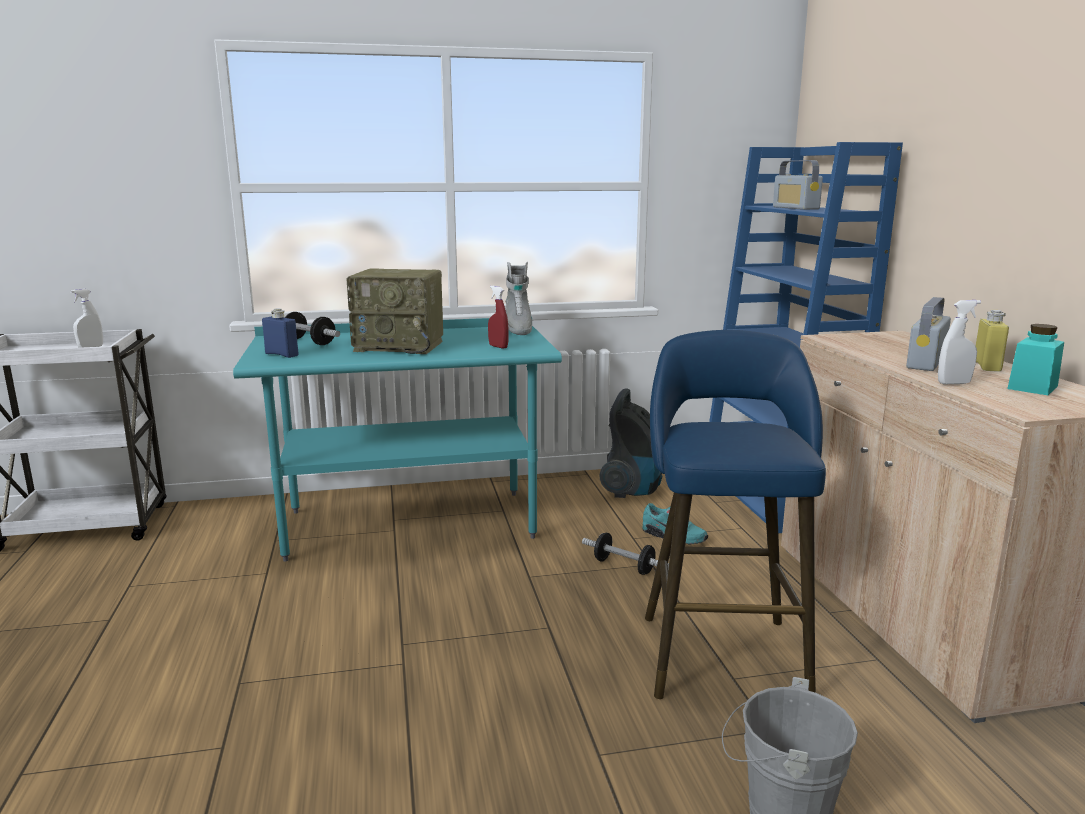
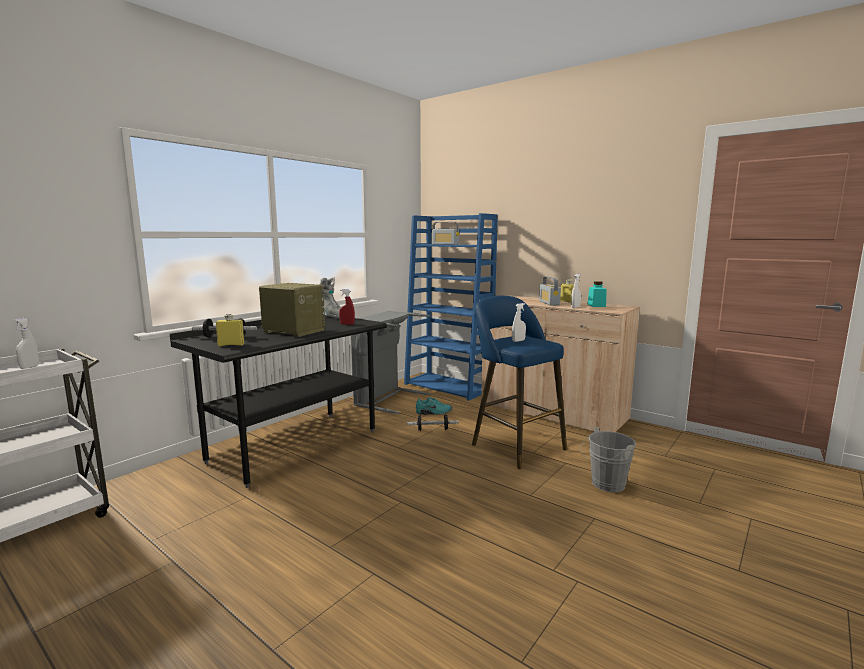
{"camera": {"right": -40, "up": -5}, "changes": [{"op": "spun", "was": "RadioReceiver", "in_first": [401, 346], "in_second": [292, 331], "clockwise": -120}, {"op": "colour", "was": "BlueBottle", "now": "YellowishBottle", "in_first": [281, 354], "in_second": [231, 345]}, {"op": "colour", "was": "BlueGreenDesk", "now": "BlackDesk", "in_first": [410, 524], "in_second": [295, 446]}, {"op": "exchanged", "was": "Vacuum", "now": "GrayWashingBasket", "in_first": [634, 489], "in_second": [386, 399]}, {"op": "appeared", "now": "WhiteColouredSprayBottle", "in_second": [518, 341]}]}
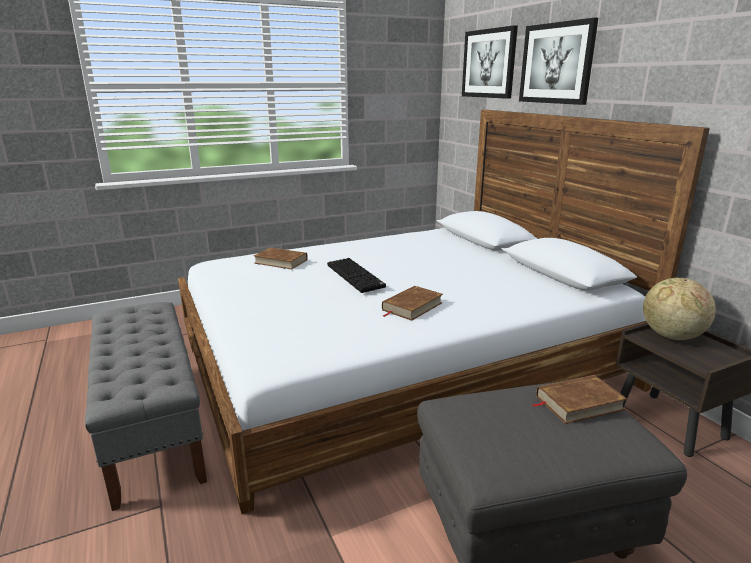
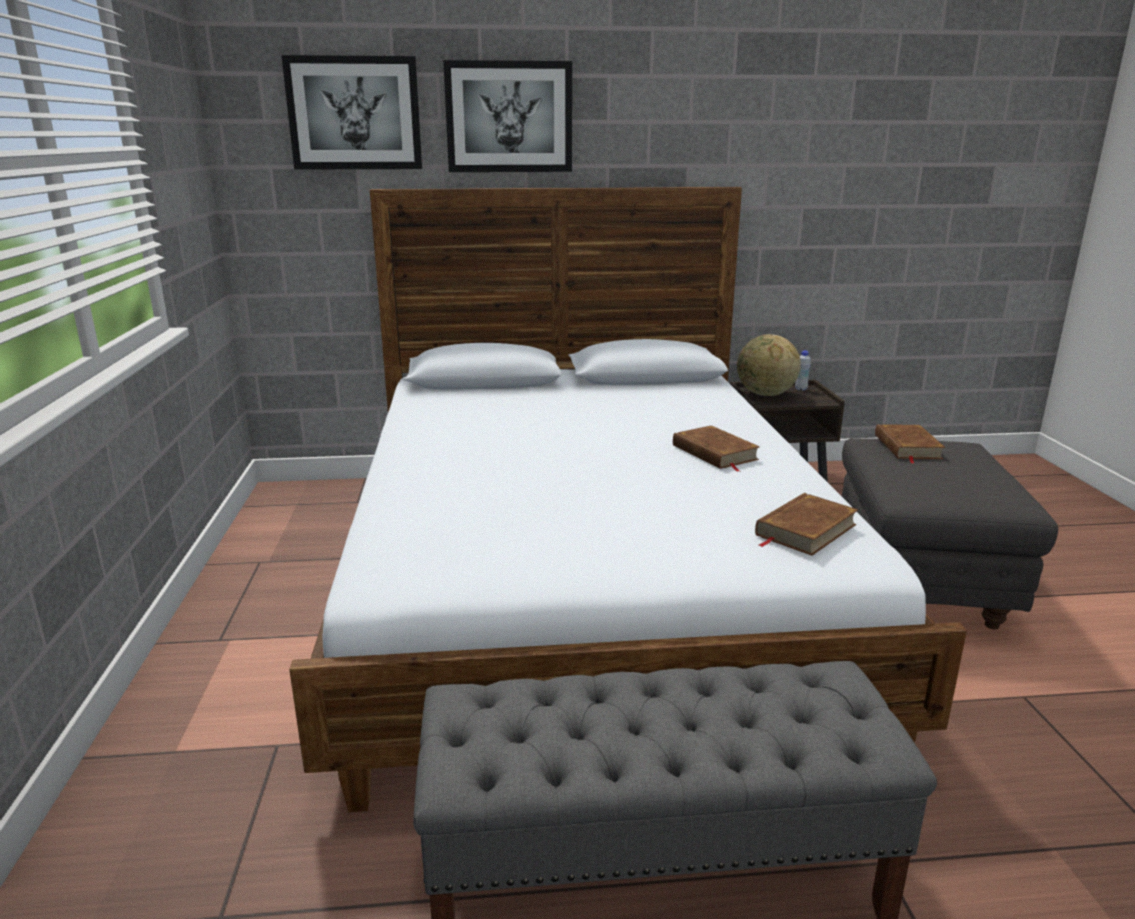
{"camera": {"right": -70, "up": 0}, "changes": [{"op": "relocated", "was": "BrownishBook", "in_first": [280, 261], "in_second": [805, 530]}, {"op": "missing", "was": "PcKeyboard", "in_first": [356, 276]}, {"op": "appeared", "now": "WhiteColouredBottle", "in_second": [801, 389]}]}
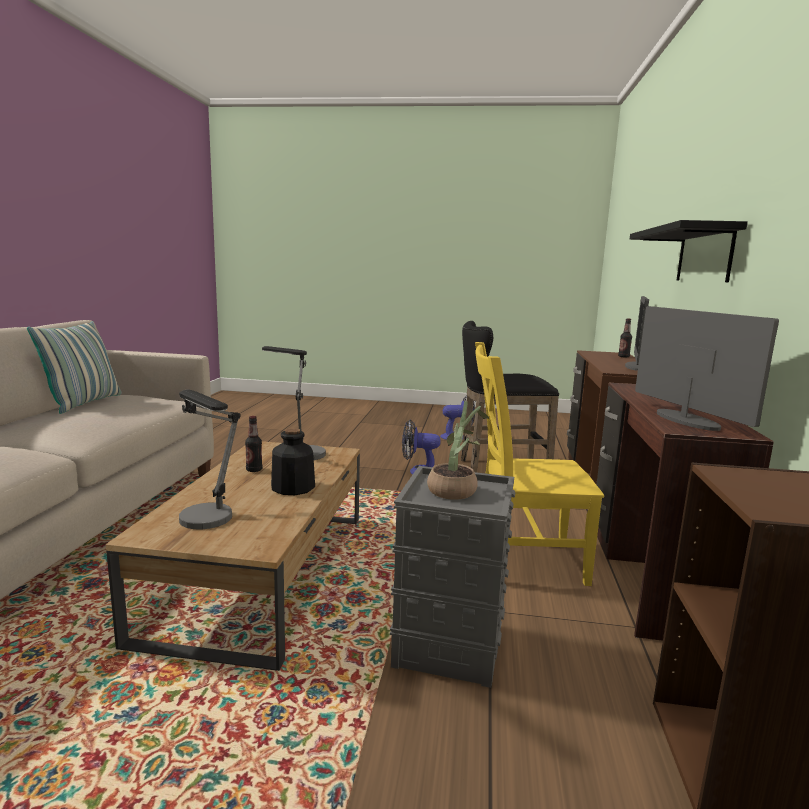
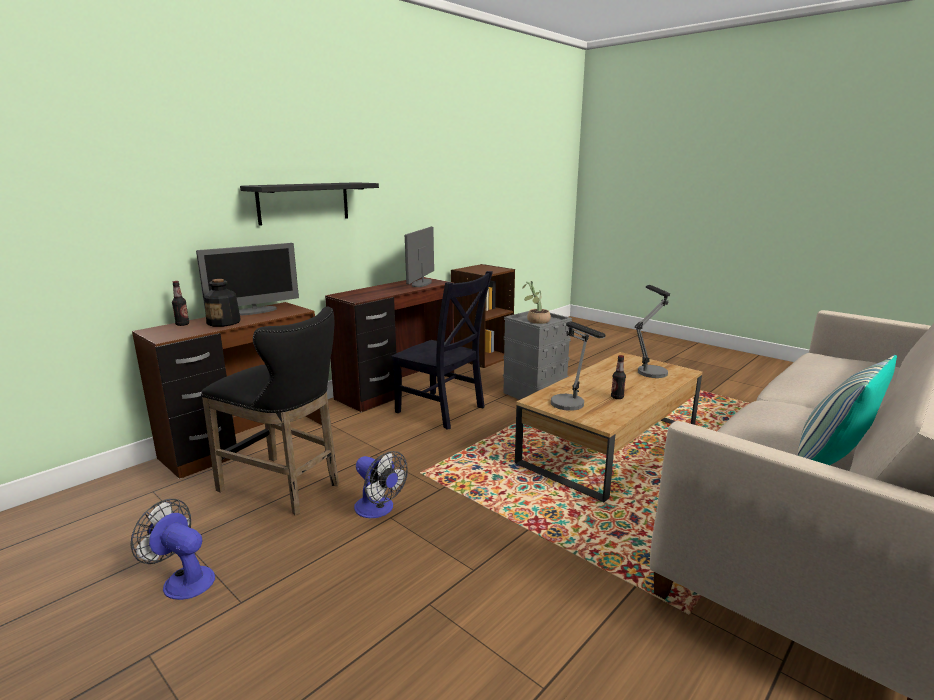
{"camera": {"right": -145, "up": 5}, "changes": [{"op": "colour", "was": "YellowishPlainChair", "now": "BlackPlainChair", "in_first": [520, 559], "in_second": [443, 411]}, {"op": "relocated", "was": "Bottle", "in_first": [292, 487], "in_second": [224, 322]}]}
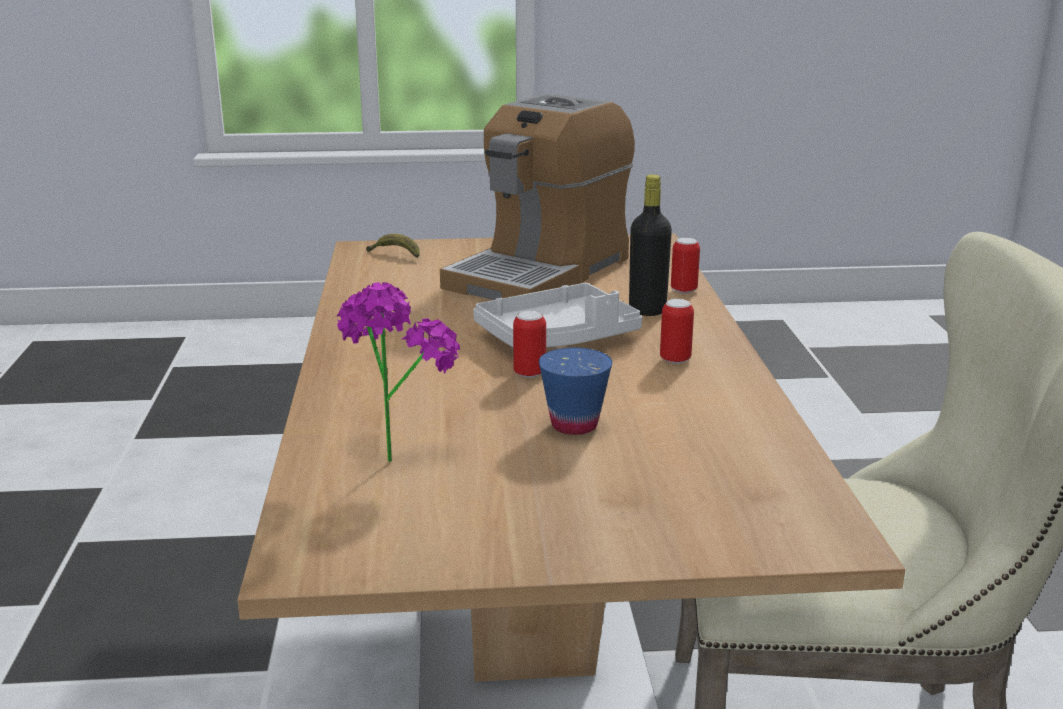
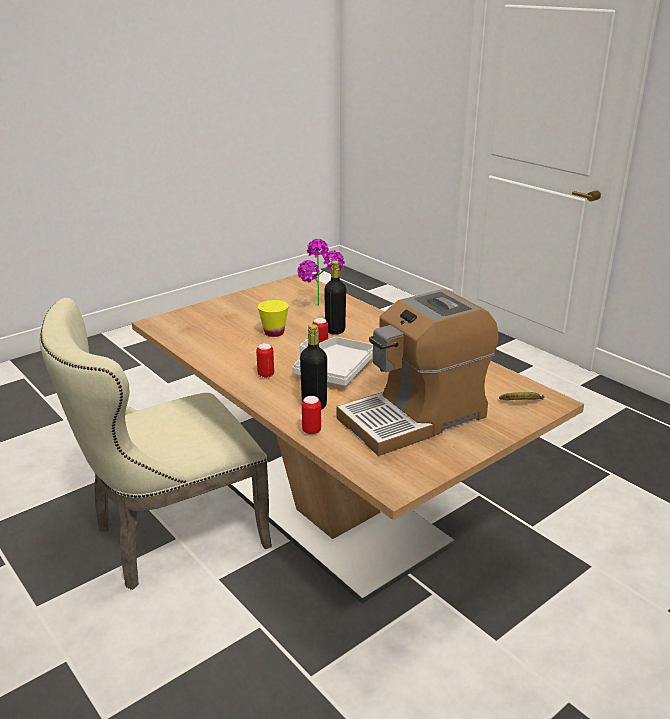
{"camera": {"right": 145, "up": 5}, "changes": [{"op": "spun", "was": "CoffeeMachine", "in_first": [541, 272], "in_second": [415, 417], "clockwise": -120}, {"op": "colour", "was": "BlueDrinkingCup", "now": "YellowishDrinkingCup", "in_first": [574, 425], "in_second": [274, 332]}, {"op": "appeared", "now": "BlackBottle", "in_second": [335, 330]}]}
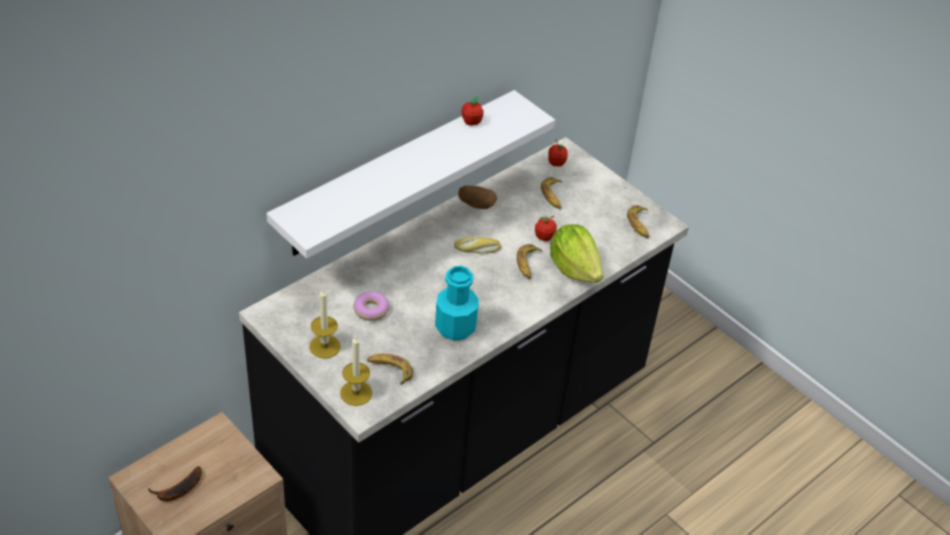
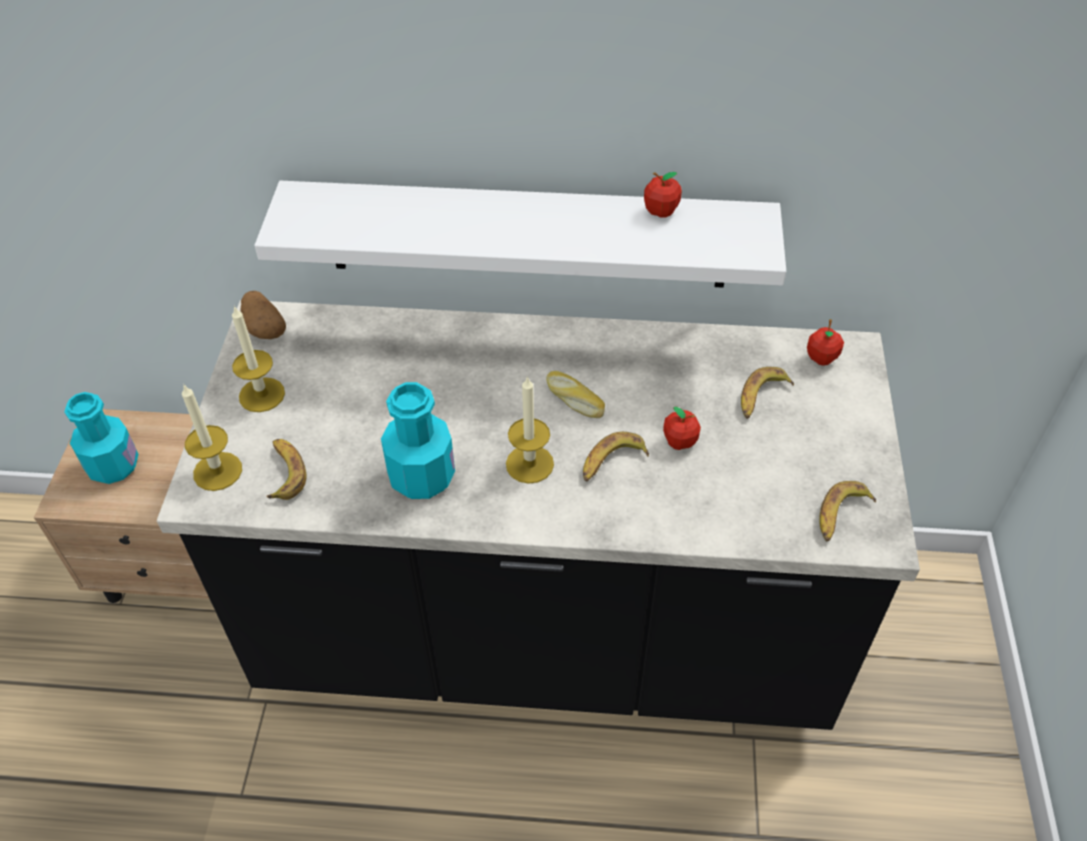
{"camera": {"right": 50, "up": 5}, "changes": [{"op": "relocated", "was": "Potato", "in_first": [476, 205], "in_second": [264, 327]}, {"op": "missing", "was": "Lettuce", "in_first": [574, 268]}, {"op": "missing", "was": "RingDoughnut", "in_first": [371, 310]}, {"op": "exchanged", "was": "BananaFruit", "now": "BlueGreenBottle", "in_first": [177, 491], "in_second": [113, 465]}, {"op": "appeared", "now": "Candle", "in_second": [529, 464]}]}
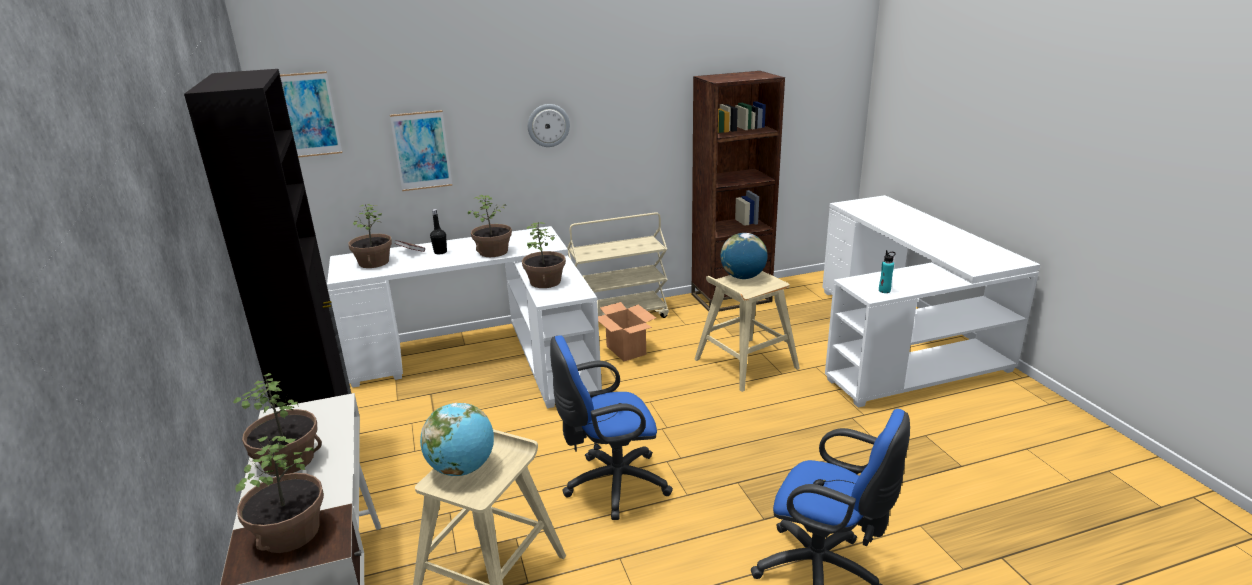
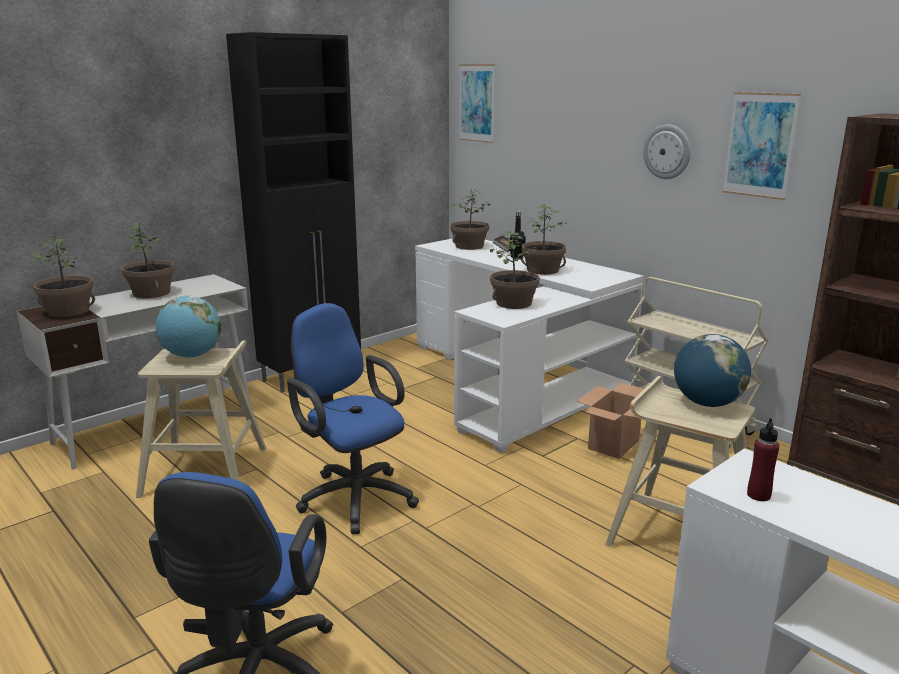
{"camera": {"right": 65, "up": -5}, "changes": [{"op": "relocated", "was": "WallPicture", "in_first": [422, 150], "in_second": [760, 145]}, {"op": "colour", "was": "BlueGreenBottle", "now": "RedColouredBottle", "in_first": [884, 290], "in_second": [758, 495]}]}
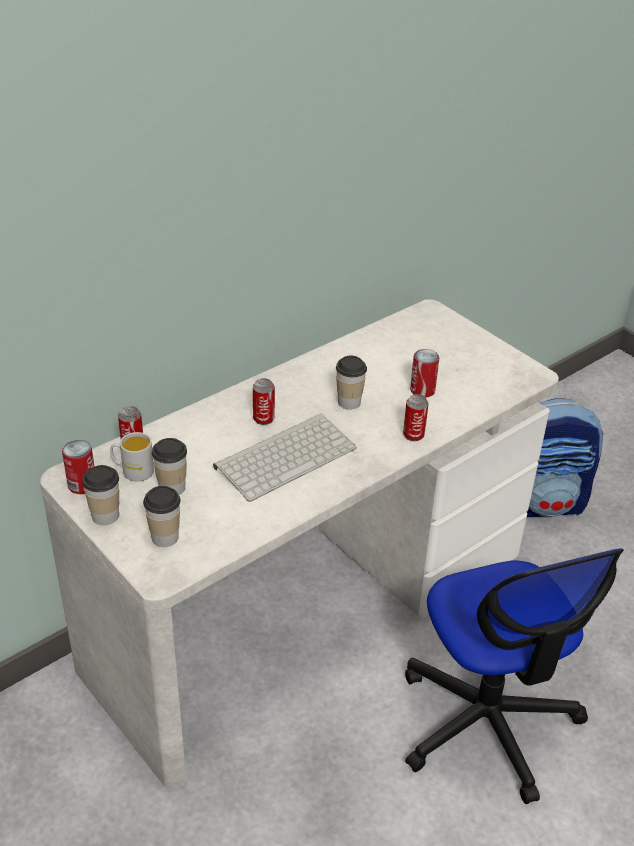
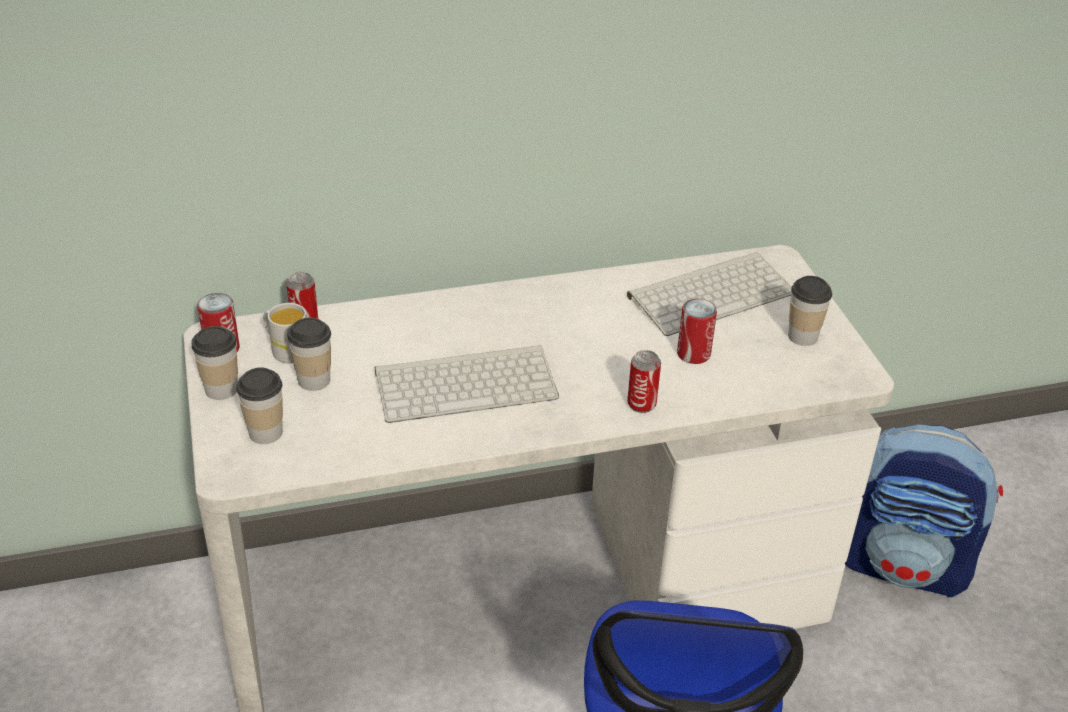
{"camera": {"right": 25, "up": 0}, "changes": [{"op": "relocated", "was": "DrinkingCup", "in_first": [349, 402], "in_second": [802, 336]}, {"op": "missing", "was": "MetalCan", "in_first": [263, 419]}, {"op": "appeared", "now": "PcKeyboard", "in_second": [712, 293]}]}
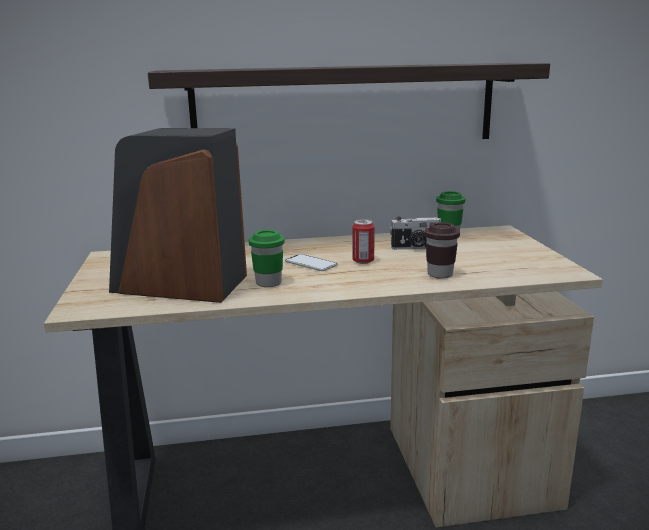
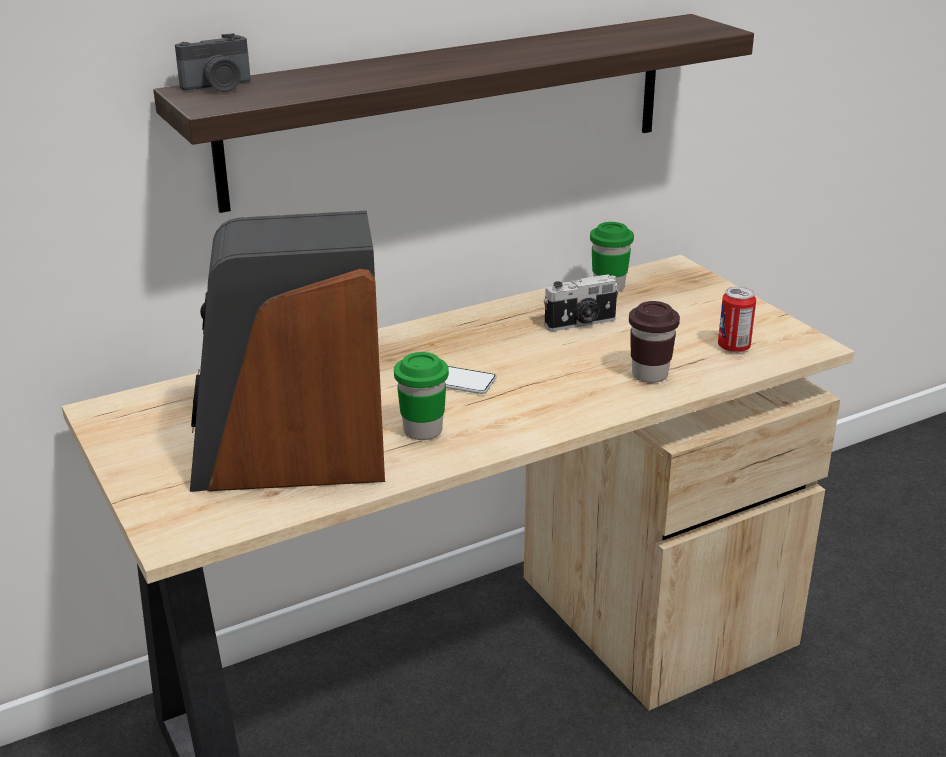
{"camera": {"right": -20, "up": 10}, "changes": [{"op": "relocated", "was": "MetalCan", "in_first": [363, 261], "in_second": [733, 347]}, {"op": "appeared", "now": "StillCamera", "in_second": [218, 87]}]}
